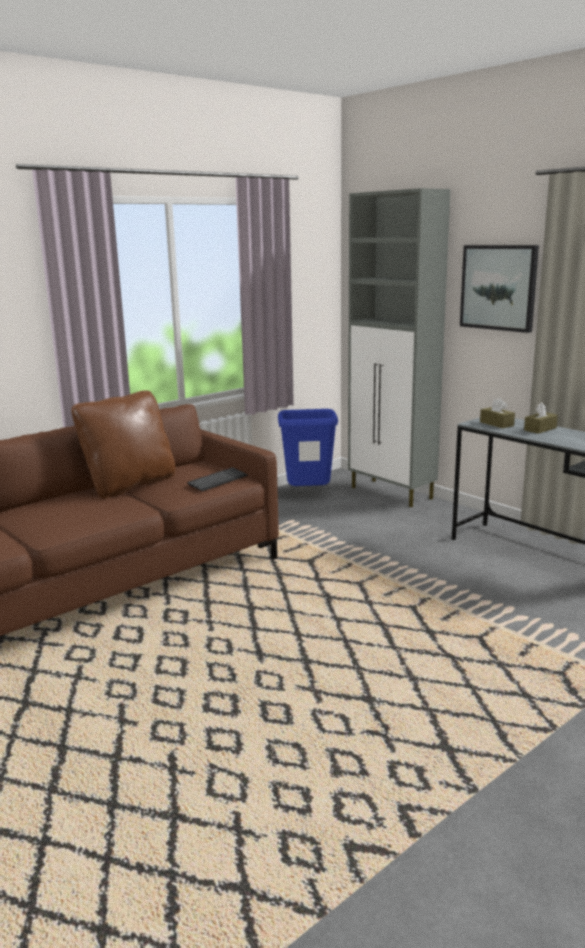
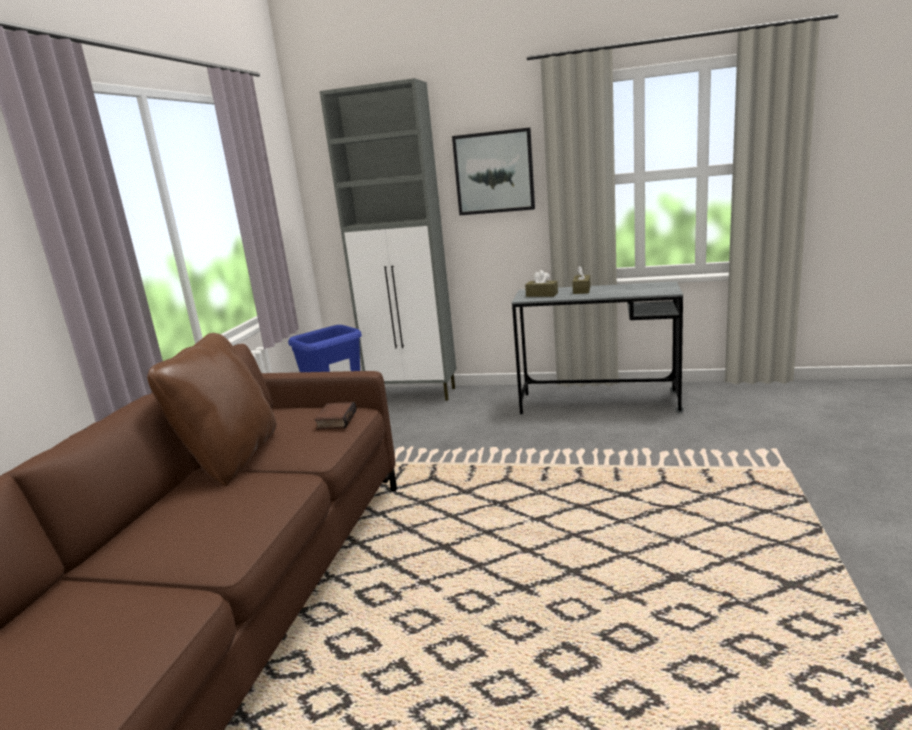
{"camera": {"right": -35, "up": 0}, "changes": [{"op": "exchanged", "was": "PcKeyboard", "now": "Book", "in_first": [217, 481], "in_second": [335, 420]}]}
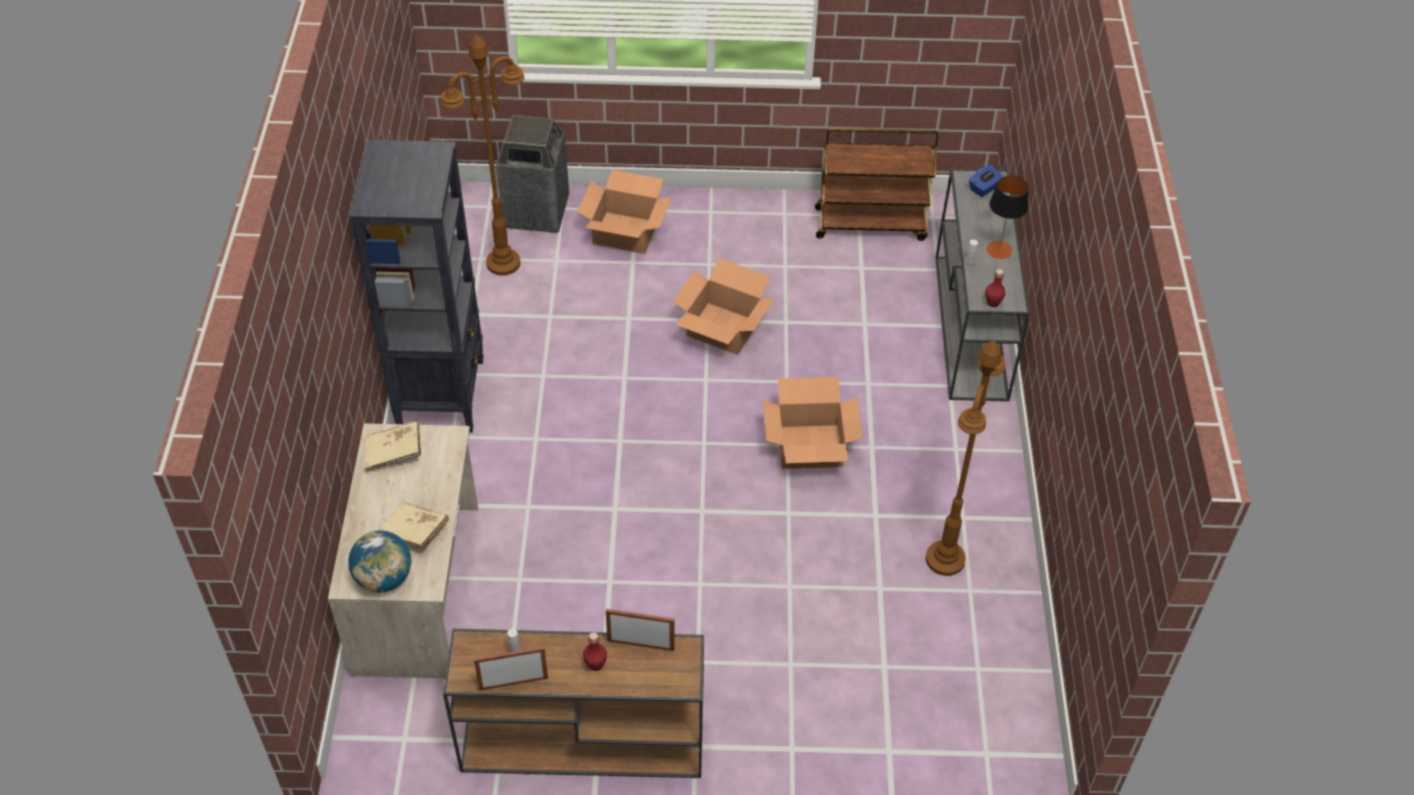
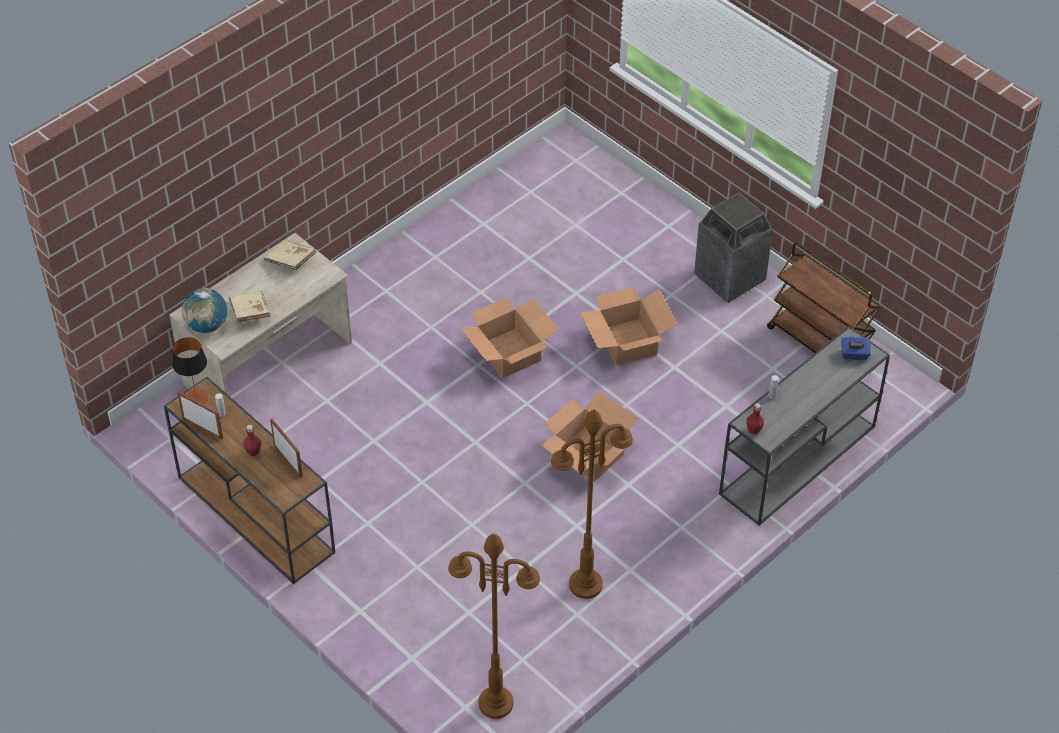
{"camera": {"right": 45, "up": 0}, "changes": [{"op": "relocated", "was": "BrownishFloorLamp", "in_first": [503, 263], "in_second": [495, 703]}, {"op": "relocated", "was": "TrashCan", "in_first": [536, 212], "in_second": [729, 278]}, {"op": "missing", "was": "BlackBookcase", "in_first": [441, 394]}, {"op": "relocated", "was": "Carton", "in_first": [625, 232], "in_second": [509, 353]}, {"op": "relocated", "was": "TabletopLamp", "in_first": [999, 250], "in_second": [196, 398]}]}
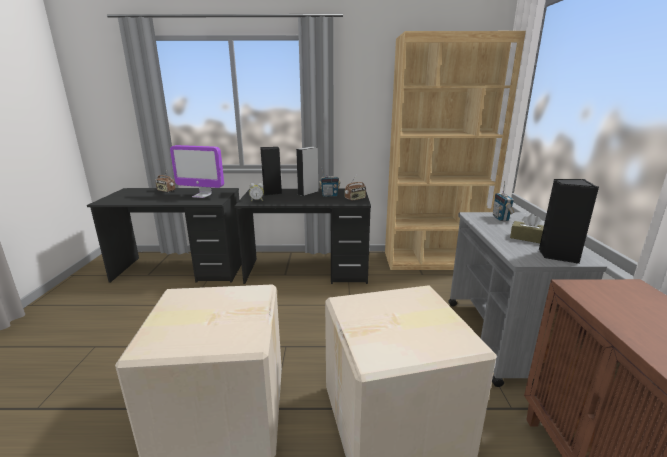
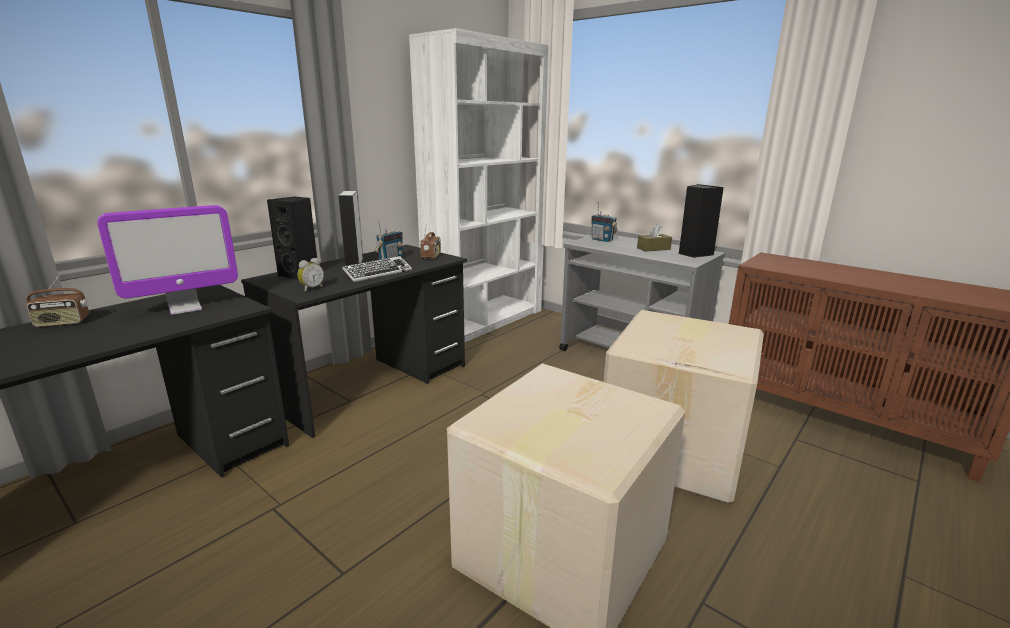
{"camera": {"right": -50, "up": 0}, "changes": [{"op": "colour", "was": "BrownishBookcase", "now": "WhiteColouredBookcase", "in_first": [435, 261], "in_second": [485, 320]}, {"op": "appeared", "now": "PcKeyboard", "in_second": [378, 273]}]}
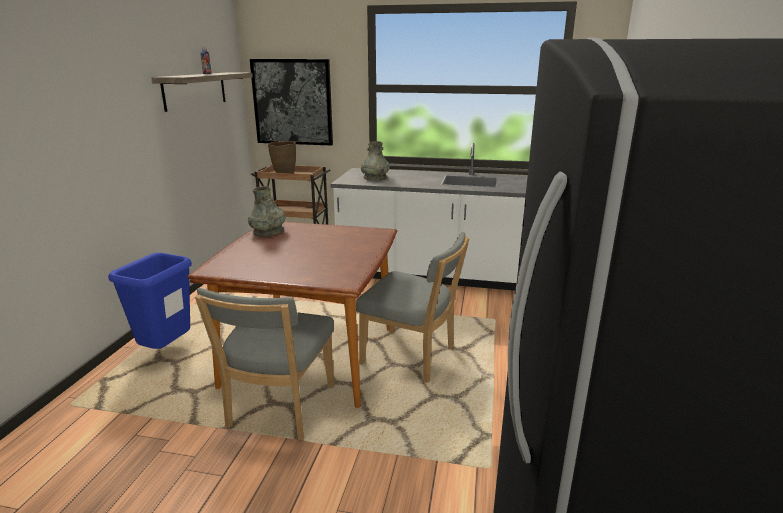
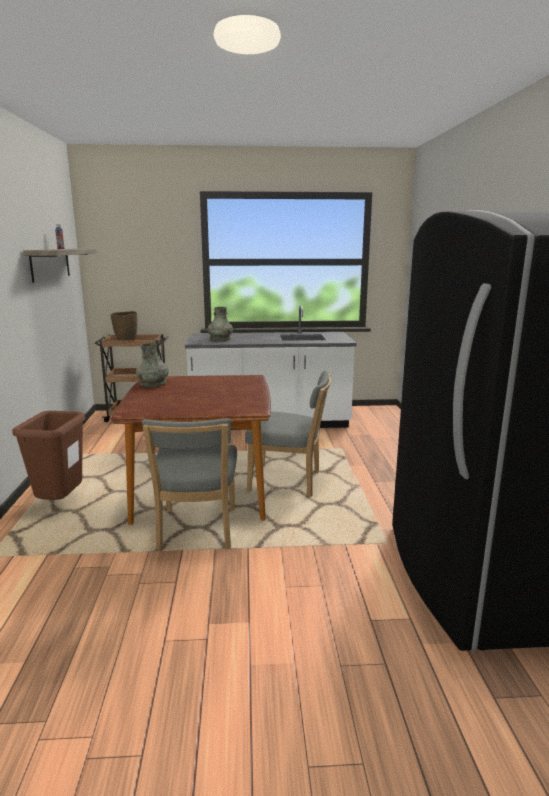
{"camera": {"right": -15, "up": -5}, "changes": [{"op": "missing", "was": "WallPicture", "in_first": [292, 102]}, {"op": "colour", "was": "BlueTrashCan", "now": "BrownishTrashCan", "in_first": [167, 350], "in_second": [61, 503]}]}
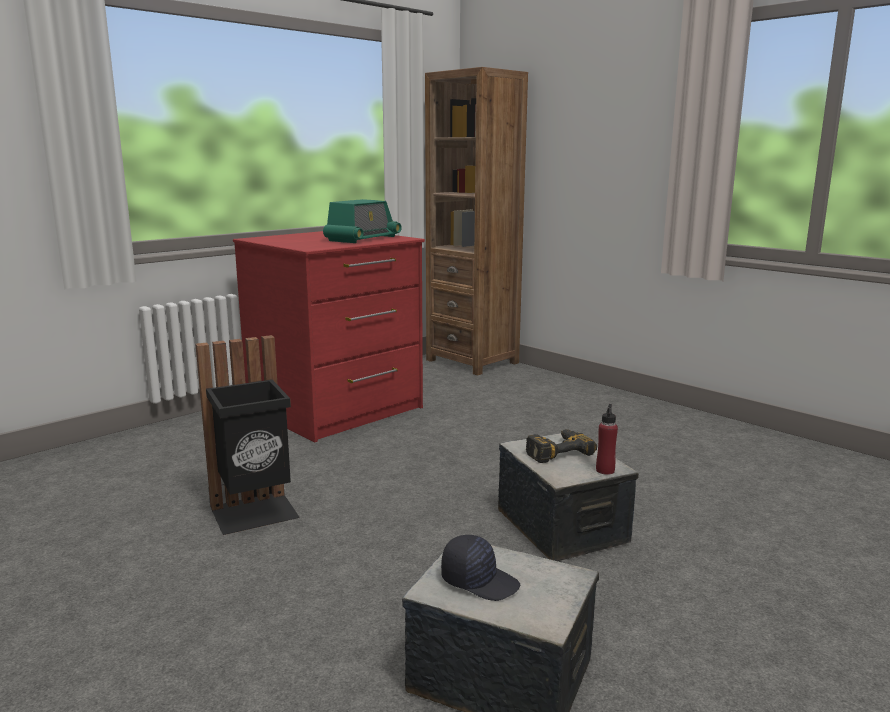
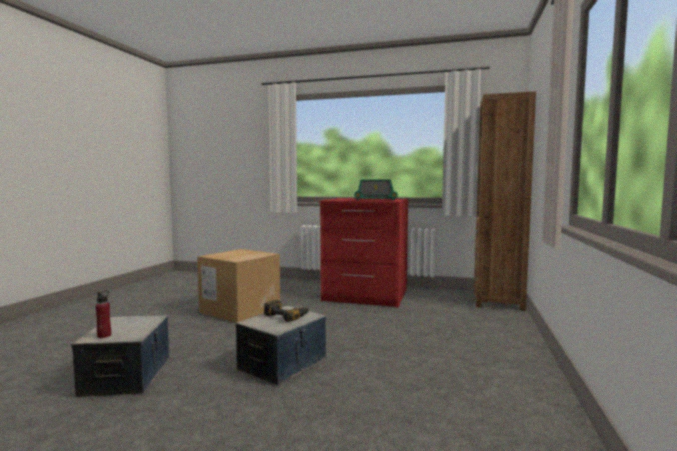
{"camera": {"right": 60, "up": -10}, "changes": [{"op": "exchanged", "was": "BlackTrashCan", "now": "Carton", "in_first": [256, 513], "in_second": [240, 310]}, {"op": "relocated", "was": "RedColouredBottle", "in_first": [605, 470], "in_second": [104, 335]}, {"op": "missing", "was": "BlackPeakedCap", "in_first": [479, 581]}]}
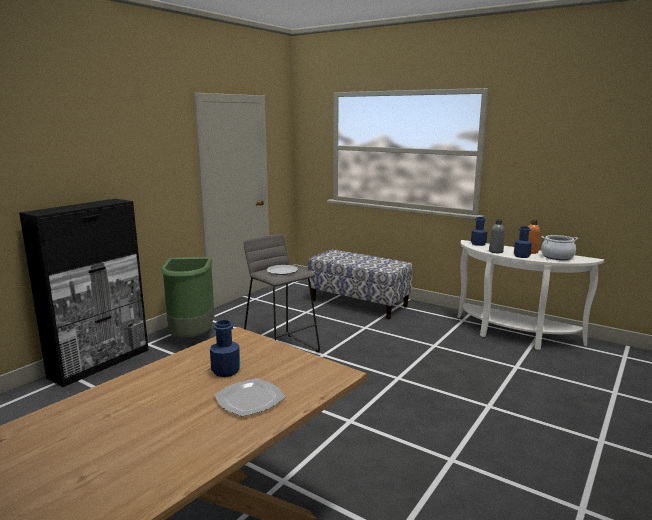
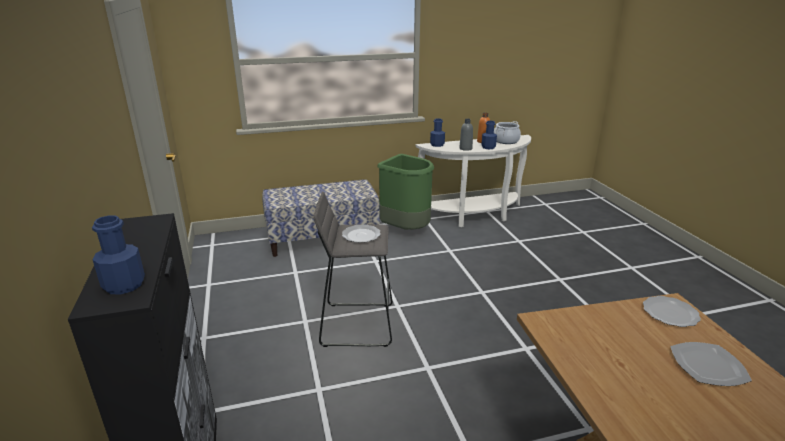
{"camera": {"right": -50, "up": 10}, "changes": [{"op": "relocated", "was": "GreenishTrashCan", "in_first": [192, 338], "in_second": [406, 229]}, {"op": "relocated", "was": "BlueBottle", "in_first": [226, 371], "in_second": [124, 285]}, {"op": "appeared", "now": "FlatDish", "in_second": [671, 313]}]}
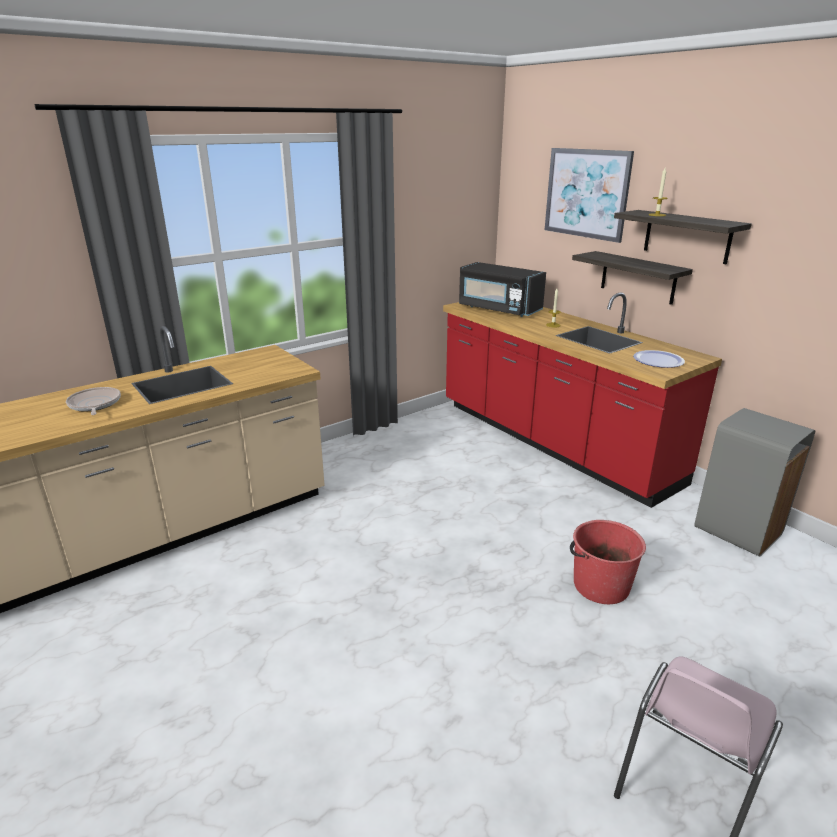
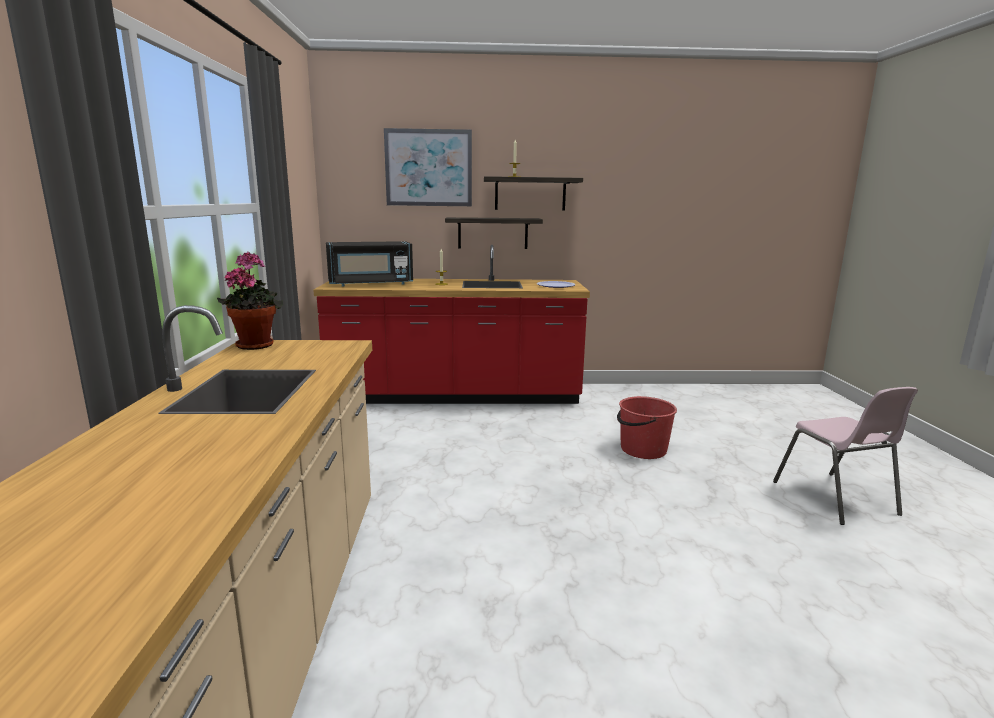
{"camera": {"right": -55, "up": -10}, "changes": [{"op": "missing", "was": "FryingPan", "in_first": [94, 405]}, {"op": "missing", "was": "GrayTrashCan", "in_first": [737, 530]}, {"op": "appeared", "now": "PlantInAPot", "in_second": [256, 344]}]}
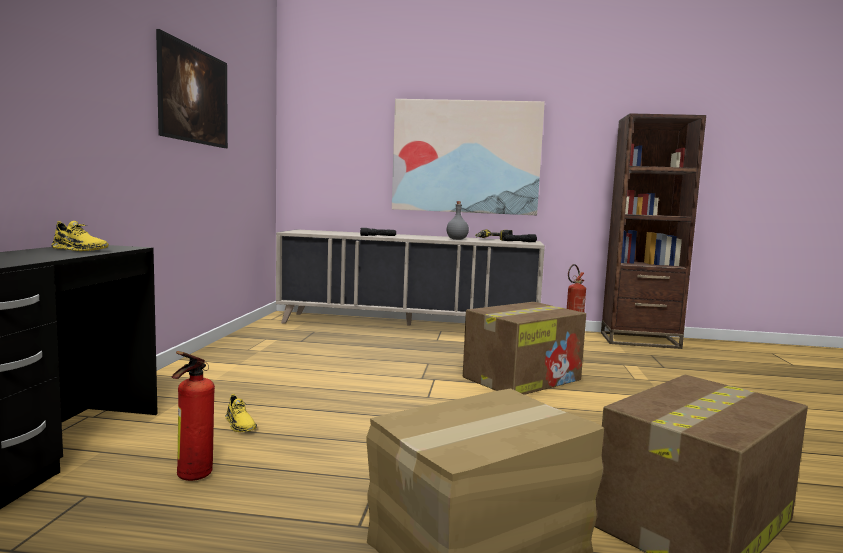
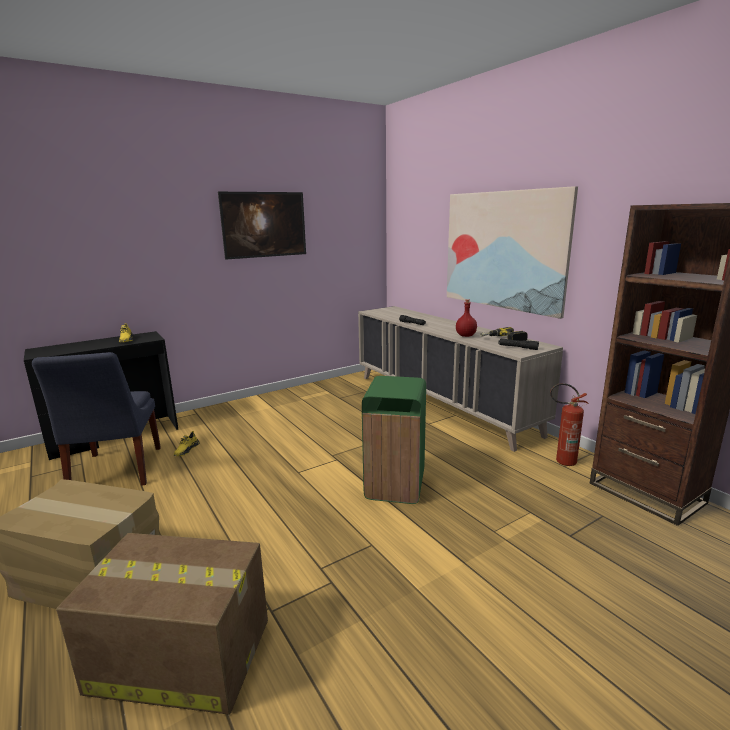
{"camera": {"right": 50, "up": 10}, "changes": [{"op": "colour", "was": "GrayBottle", "now": "RedColouredBottle", "in_first": [456, 239], "in_second": [465, 335]}, {"op": "exchanged", "was": "Carton", "now": "GreenishTrashCan", "in_first": [523, 378], "in_second": [396, 485]}, {"op": "exchanged", "was": "FireFightingCylinder", "now": "BluePlainChair", "in_first": [191, 477], "in_second": [115, 471]}]}
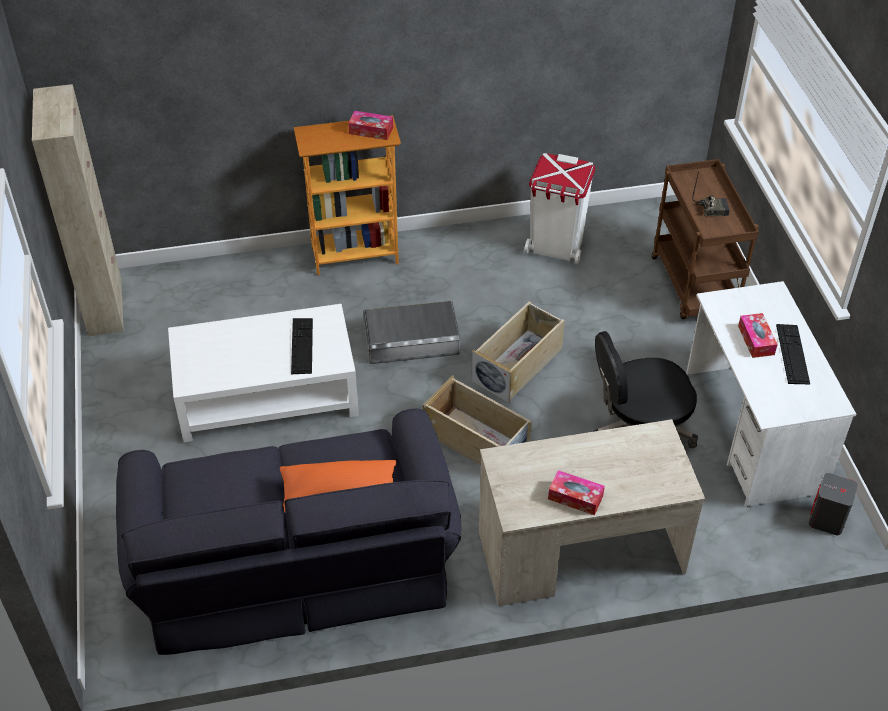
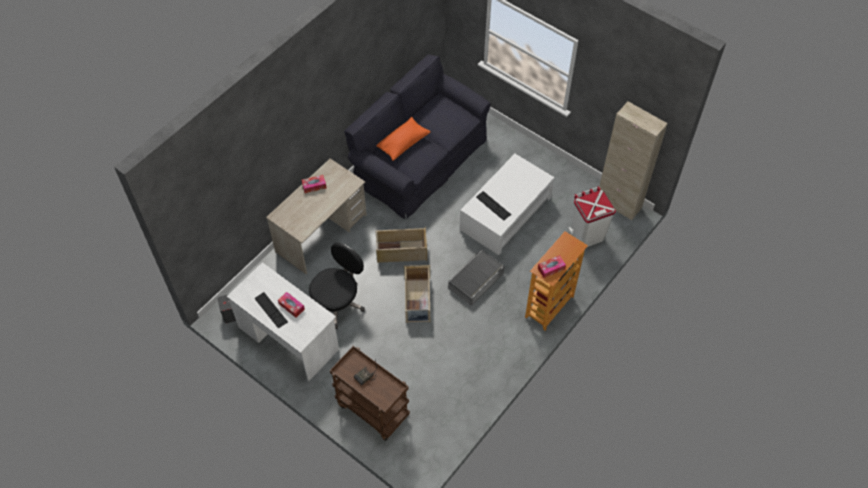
{"camera": {"right": 140, "up": 10}, "changes": [{"op": "relocated", "was": "WhiteColouredTrashCan", "in_first": [556, 248], "in_second": [586, 236]}]}
